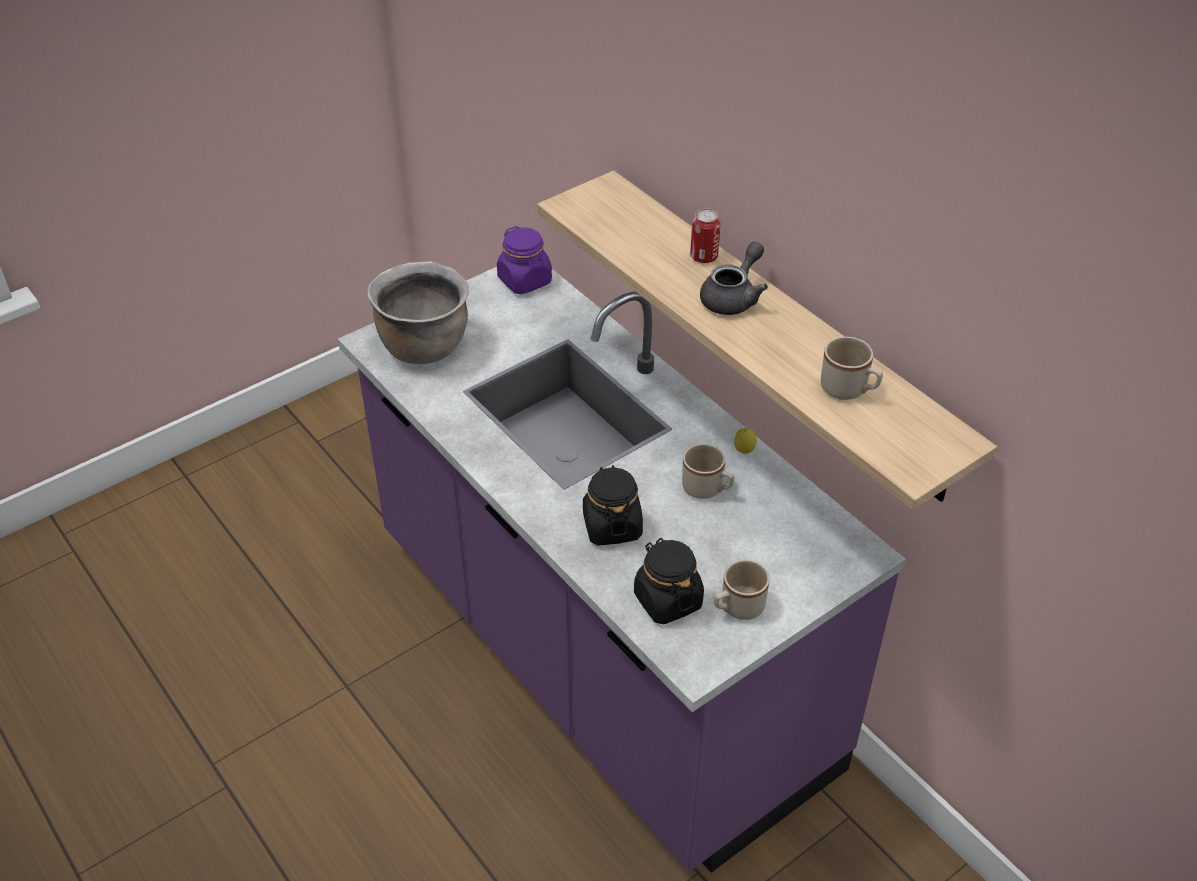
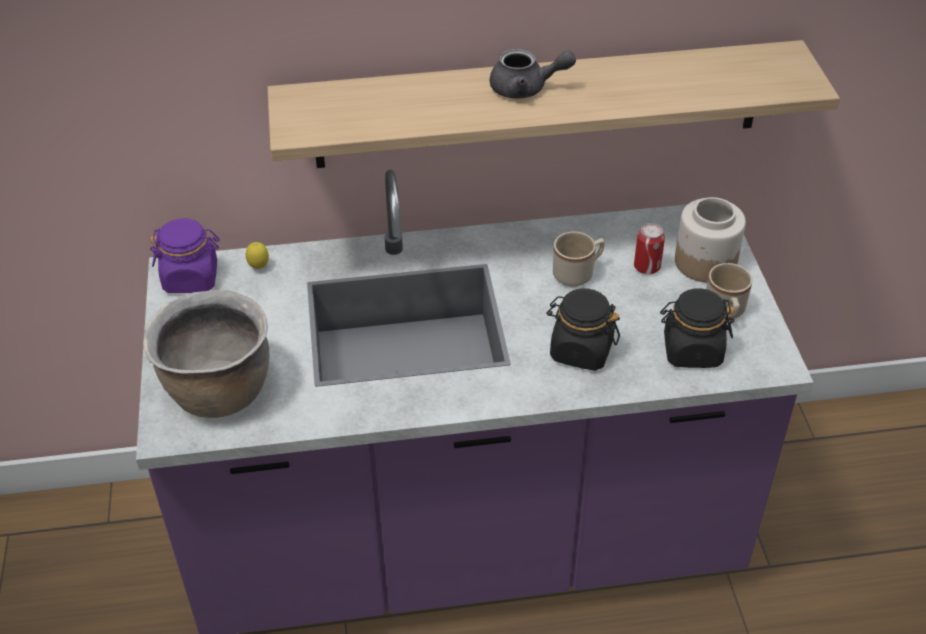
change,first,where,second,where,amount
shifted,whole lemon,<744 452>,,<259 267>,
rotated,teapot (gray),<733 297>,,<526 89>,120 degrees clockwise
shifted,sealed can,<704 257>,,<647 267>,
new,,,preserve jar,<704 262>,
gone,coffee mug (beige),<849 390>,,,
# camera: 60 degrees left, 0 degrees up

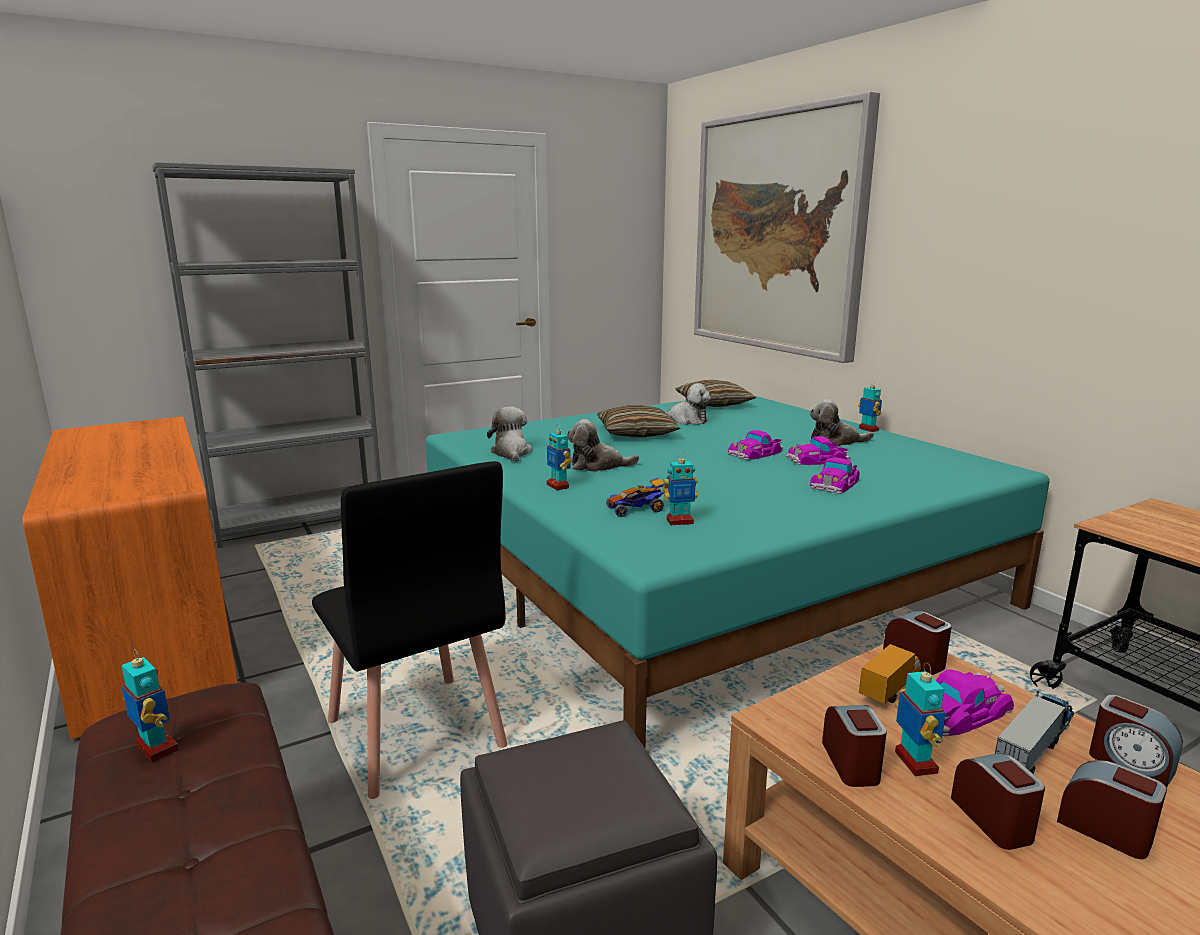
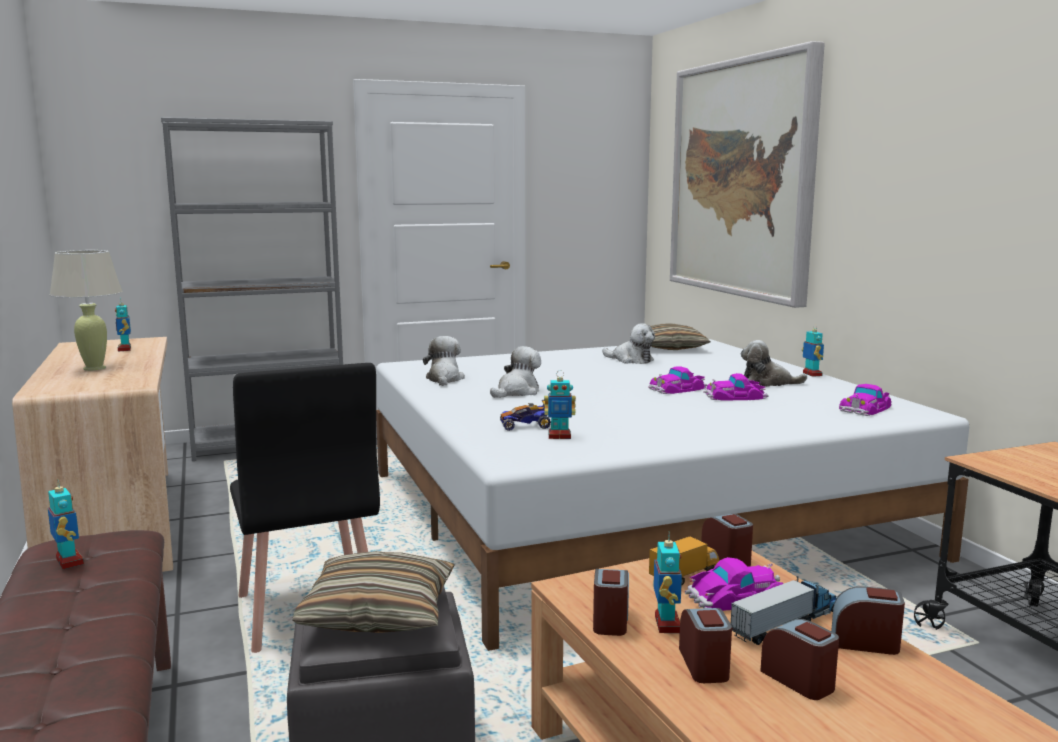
change,first,where,second,where,amount
repainted,desk (orange-coloured),<153 635>,desk (beige),<118 523>,
new,,,lamp for a table (beige),<94 368>,
shifted,robot figure,<558 486>,,<125 349>,
shifted,throw pillow,<636 433>,,<378 612>,
repainted,bed (turquoise),<706 577>,bed (whitish),<631 513>,
rotated,plush toy,<598 465>,,<517 392>,120 degrees clockwise
rotated,bedside clock,<1130 764>,,<865 643>,135 degrees clockwise
shifted,model car,<835 483>,,<866 408>,
# camera: 10 degrees right, 5 degrees down

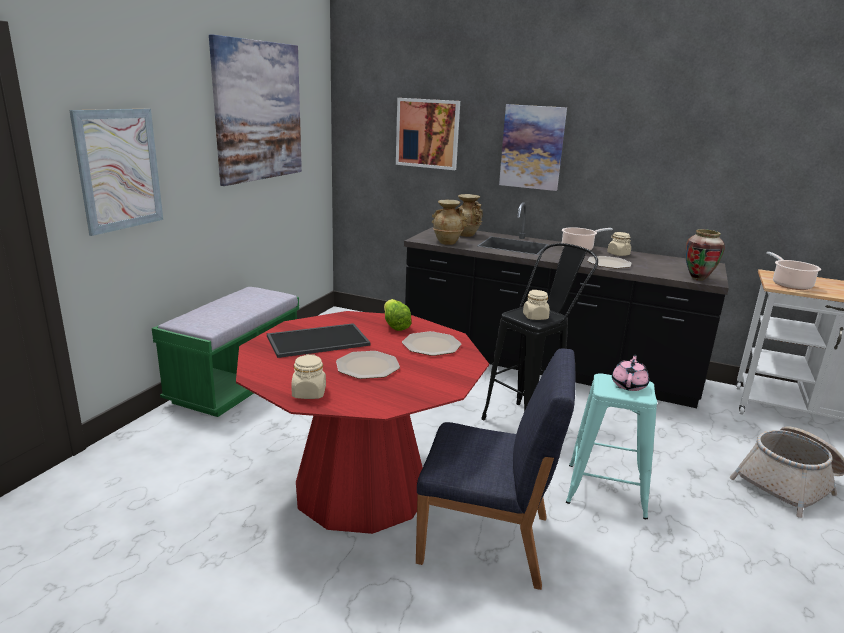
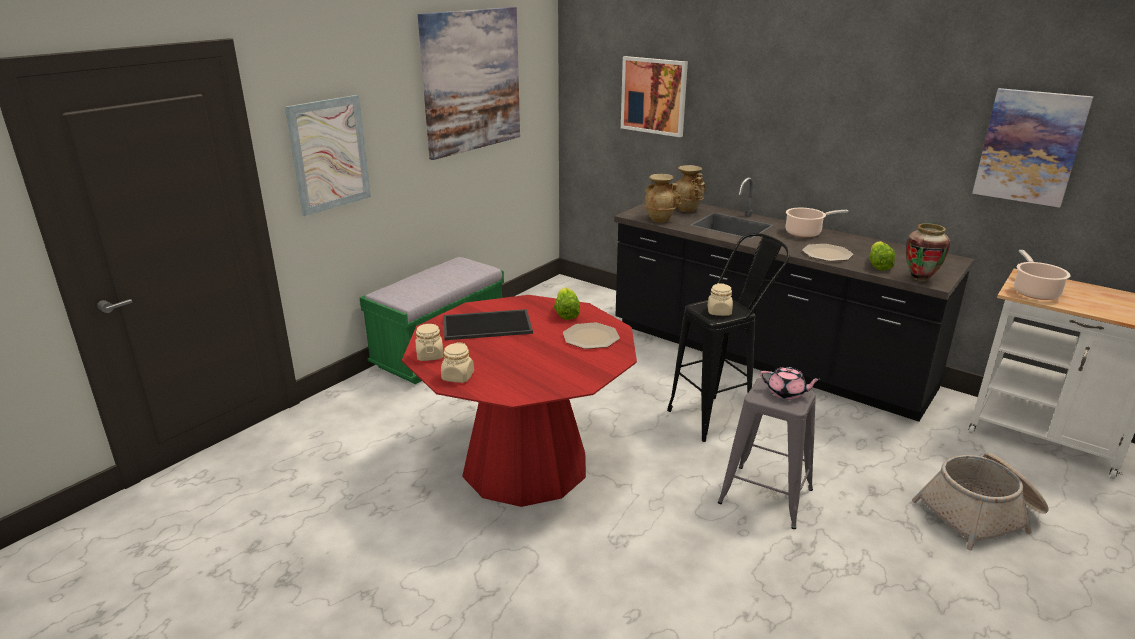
change,first,where,second,where,amount
shifted,preserve jar (beige),<618 254>,,<430 355>,
repainted,stool (turquoise),<605 490>,stool (gray),<765 496>,
rotated,teapot (pink),<629 385>,,<786 393>,75 degrees clockwise
new,,,head of lettuce,<878 265>,
shifted,wall art,<532 147>,,<1029 147>,
gone,plate,<368 366>,,,
gone,plain chair (blue-coloured),<486 540>,,,
# camera: 15 degrees right, 5 degrees up

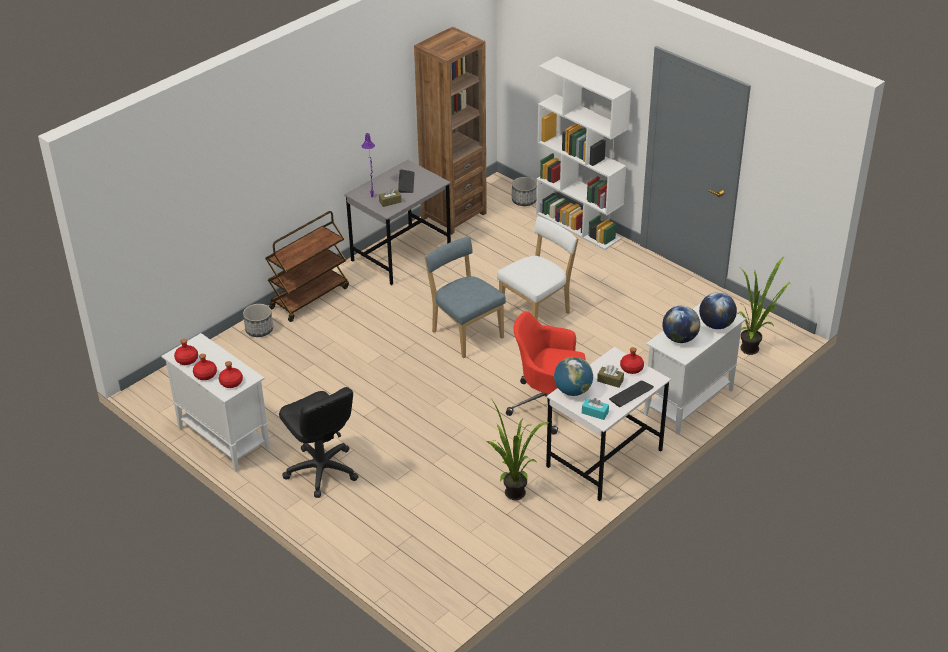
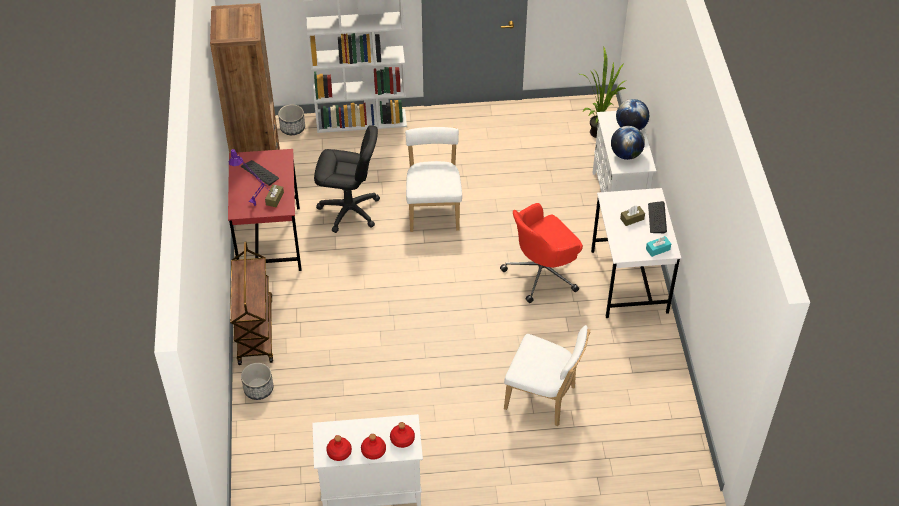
change,first,where,second,where,amount
repainted,desk (gray),<401 254>,desk (red-coloured),<269 240>,
shifted,office chair (blackish),<321 470>,,<349 210>,
new,,,plain chair (whitish),<543 399>,
gone,plain chair (blue-coloured),<465 333>,,,
gone,potted plant,<513 497>,,,
gone,world globe,<572 391>,,,
gone,bottle (red-coloured),<631 368>,,,
# camera: 50 degrees left, 10 degrees up

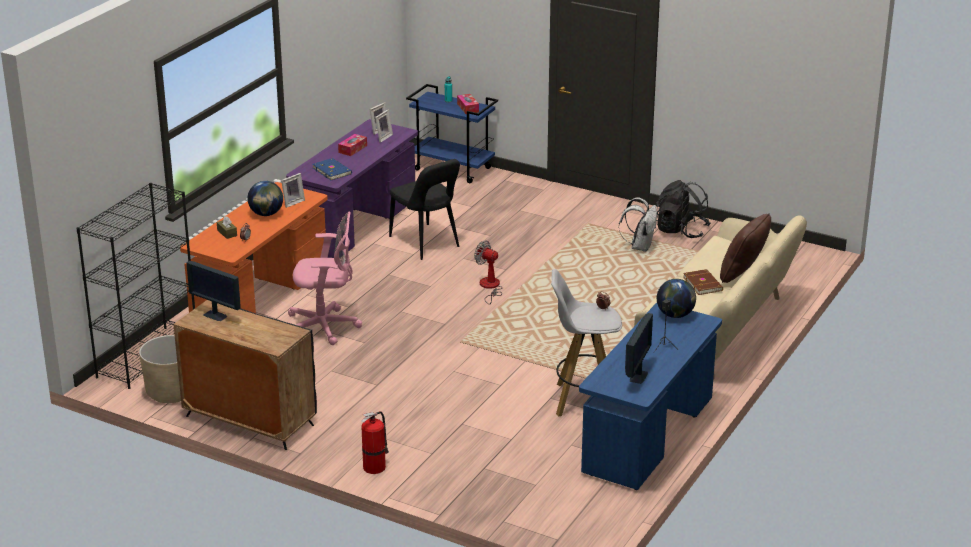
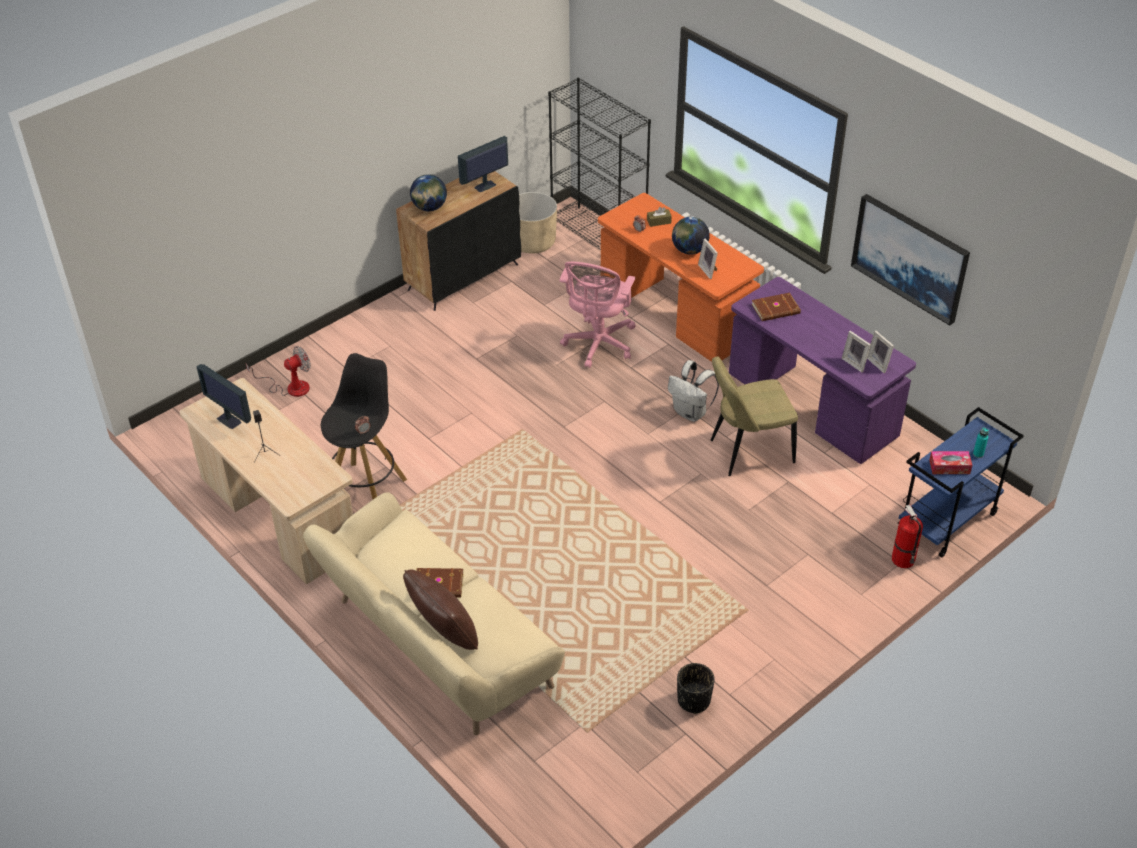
change,first,where,second,where,amount
repainted,desk (blue-coloured),<648 436>,desk (beige),<278 516>,
shifted,fan,<490 287>,,<290 387>,
repainted,stool (whitish),<583 400>,stool (blackish),<367 488>,
shifted,world globe,<675 315>,,<429 208>,
shifted,rucksack (whitish),<640 246>,,<691 413>,
swapped,rucksack (blackish),<681 231>,flower pot (blackish),<693 700>,
repainted,plain chair (blackish),<426 243>,plain chair (beige),<747 452>,
repainted,bound book (blue-coloured),<332 171>,bound book (brown-coloured),<776 309>,
new,,,wall art,<910 257>,
shifted,fire extinguisher,<375 466>,,<904 560>,
gone,tissue box,<352 149>,,,
# camera: 110 degrees right, 15 degrees up

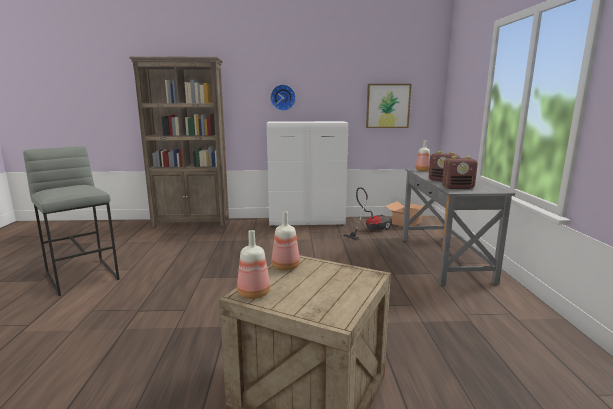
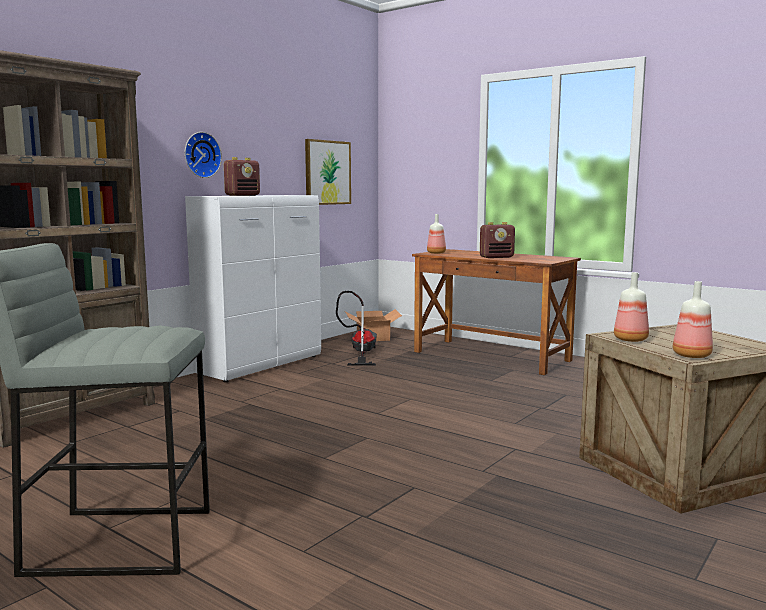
change,first,where,second,where,amount
shifted,radio set,<458 187>,,<242 195>,
repainted,desk (gray),<444 259>,desk (brown-coloured),<491 356>,
# camera: 50 degrees left, 5 degrees down

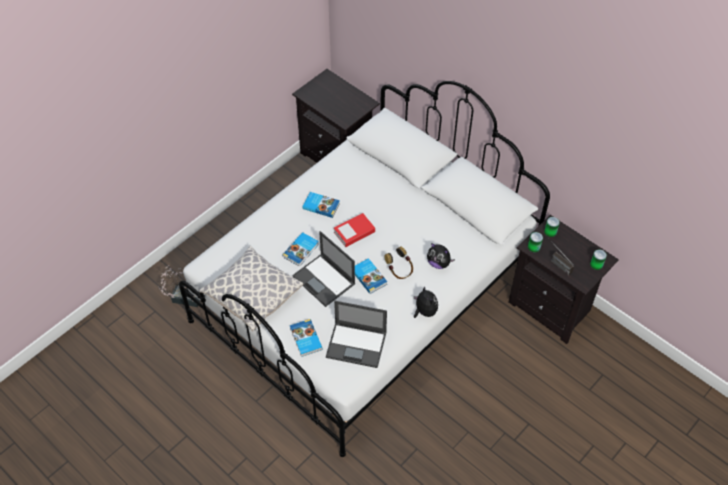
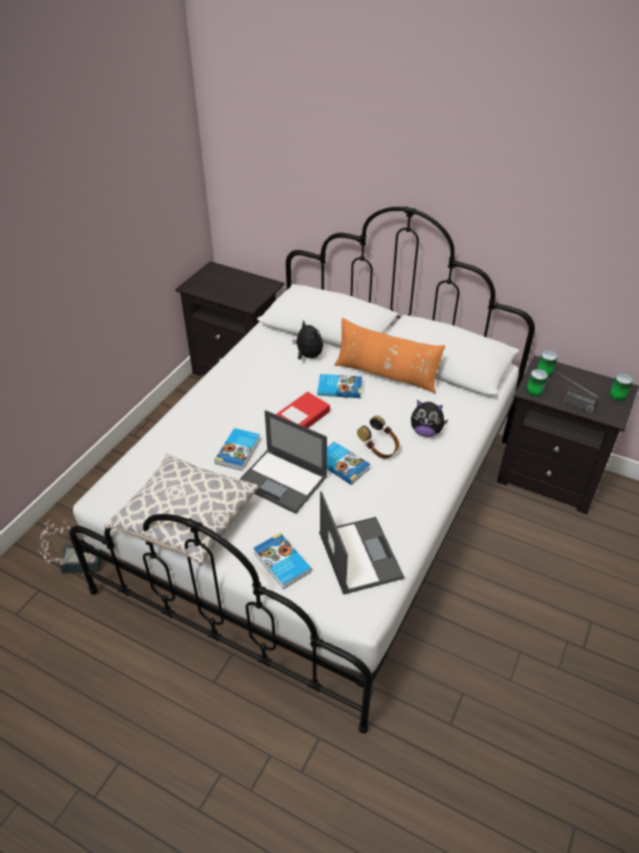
change,first,where,second,where,amount
shifted,plush toy,<424 311>,,<308 356>,
shifted,bound book,<321 205>,,<339 388>,
rotated,laptop,<357 345>,,<359 554>,105 degrees counterclockwise
new,,,throw pillow (orange-coloured),<386 375>,
# camera: 15 degrees left, 10 degrees down

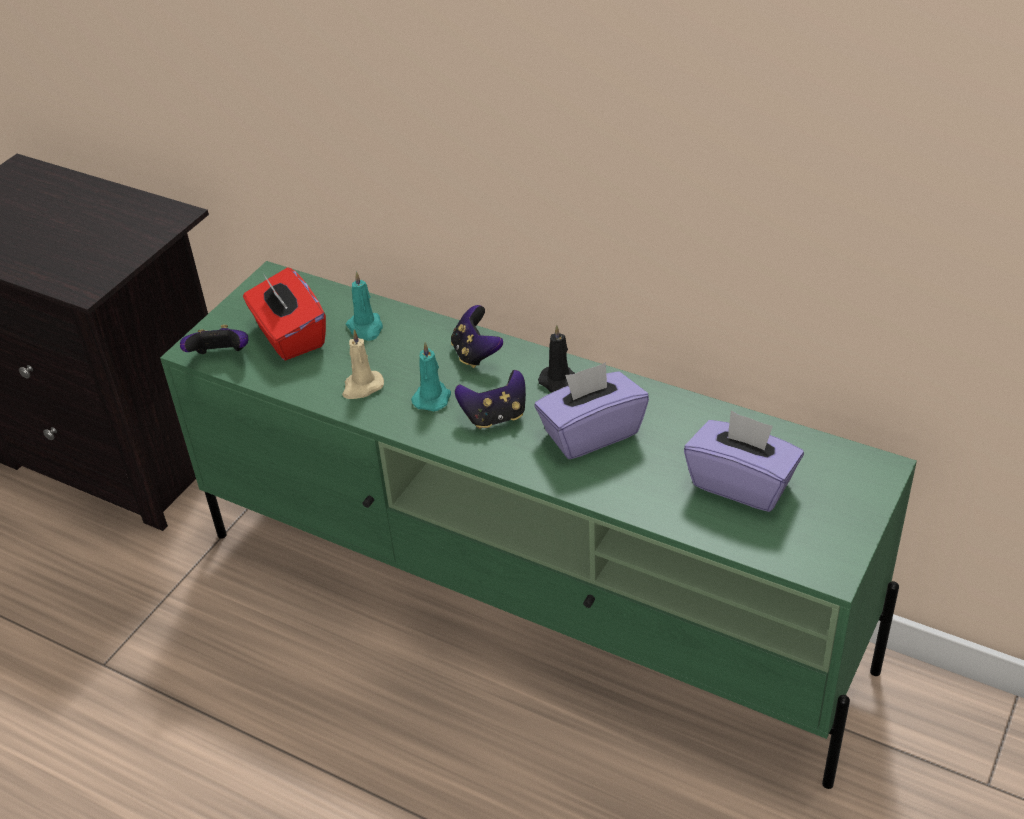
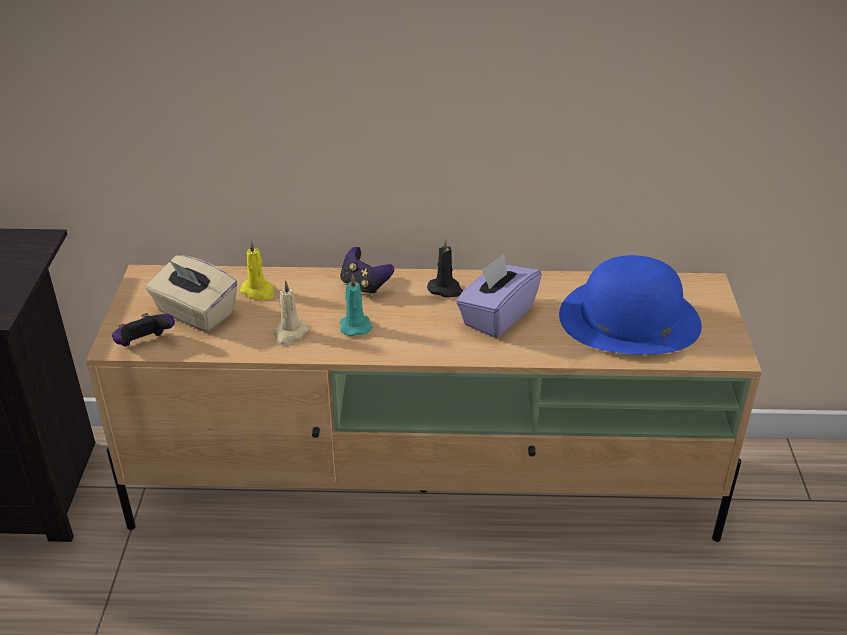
change,first,where,second,where,amount
repainted,media console (green-coloured),<530 602>,media console (beige),<427 490>,
repainted,tissue box (red-coloured),<289 336>,tissue box (beige),<195 313>,
repainted,candle (turquoise),<366 328>,candle (yellow-coloured),<258 291>,
swapped,tissue box (purple),<741 483>,hat (blue-coloured),<629 319>,
gone,joypad,<495 417>,,,
# camera: 30 degrees left, 5 degrees down

